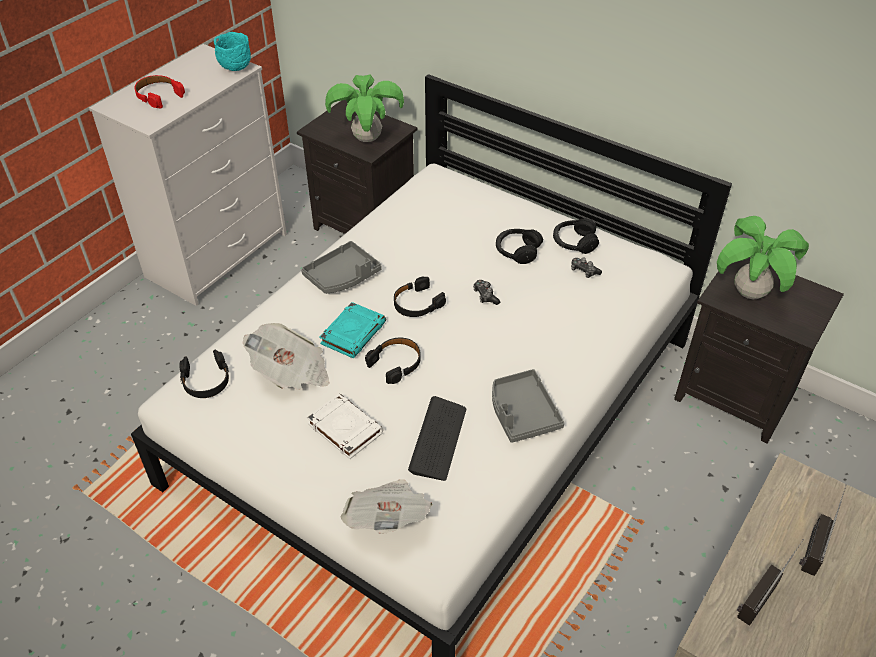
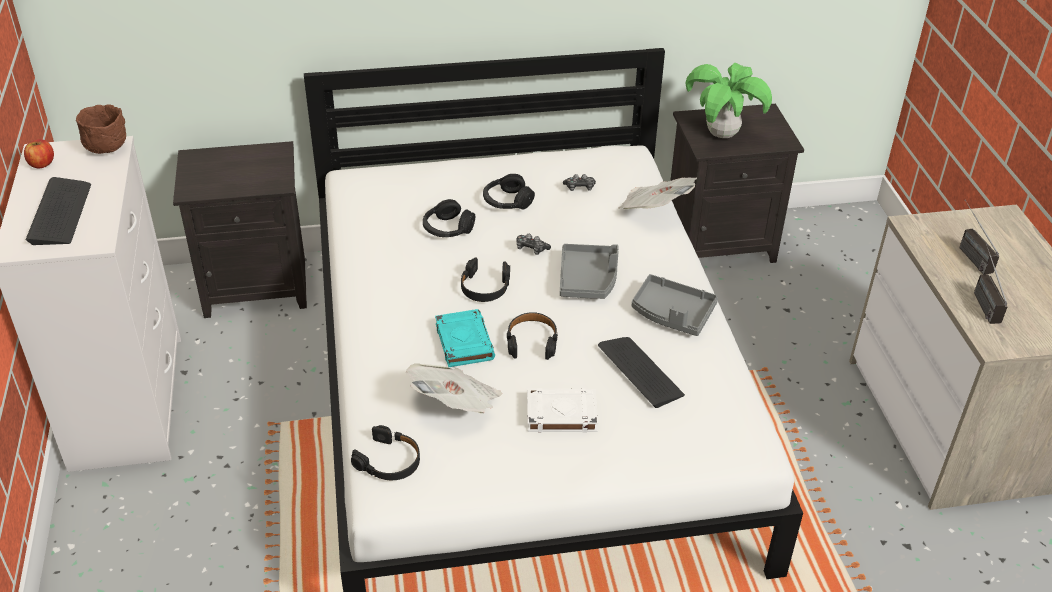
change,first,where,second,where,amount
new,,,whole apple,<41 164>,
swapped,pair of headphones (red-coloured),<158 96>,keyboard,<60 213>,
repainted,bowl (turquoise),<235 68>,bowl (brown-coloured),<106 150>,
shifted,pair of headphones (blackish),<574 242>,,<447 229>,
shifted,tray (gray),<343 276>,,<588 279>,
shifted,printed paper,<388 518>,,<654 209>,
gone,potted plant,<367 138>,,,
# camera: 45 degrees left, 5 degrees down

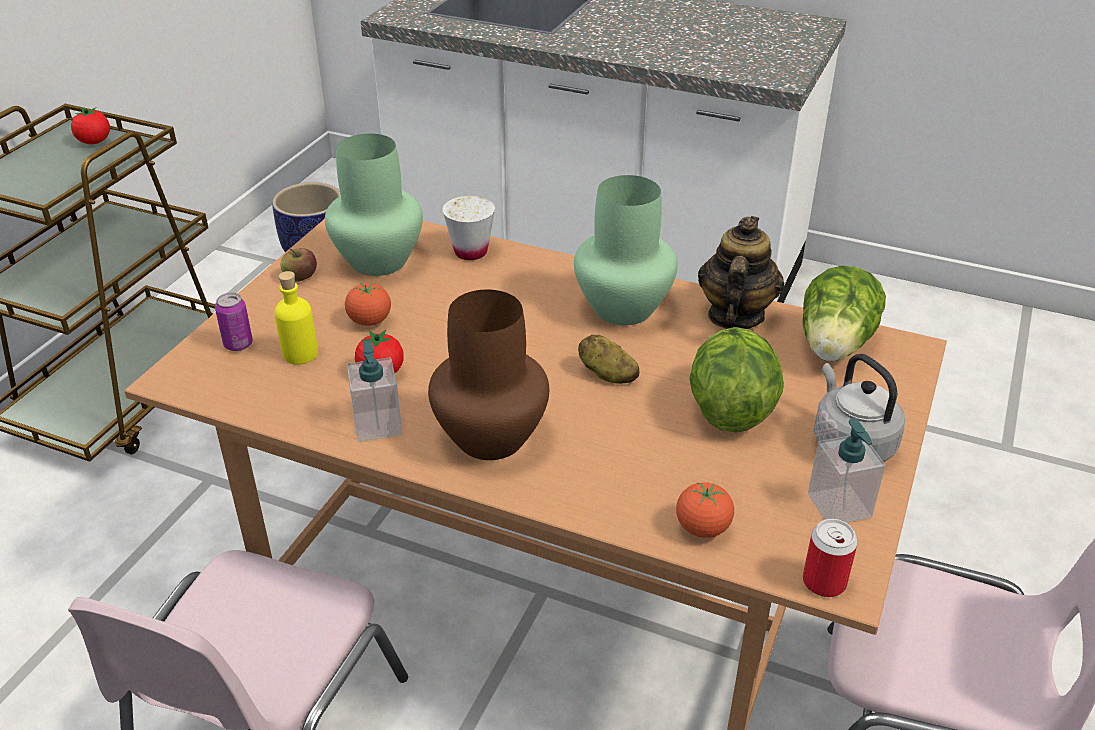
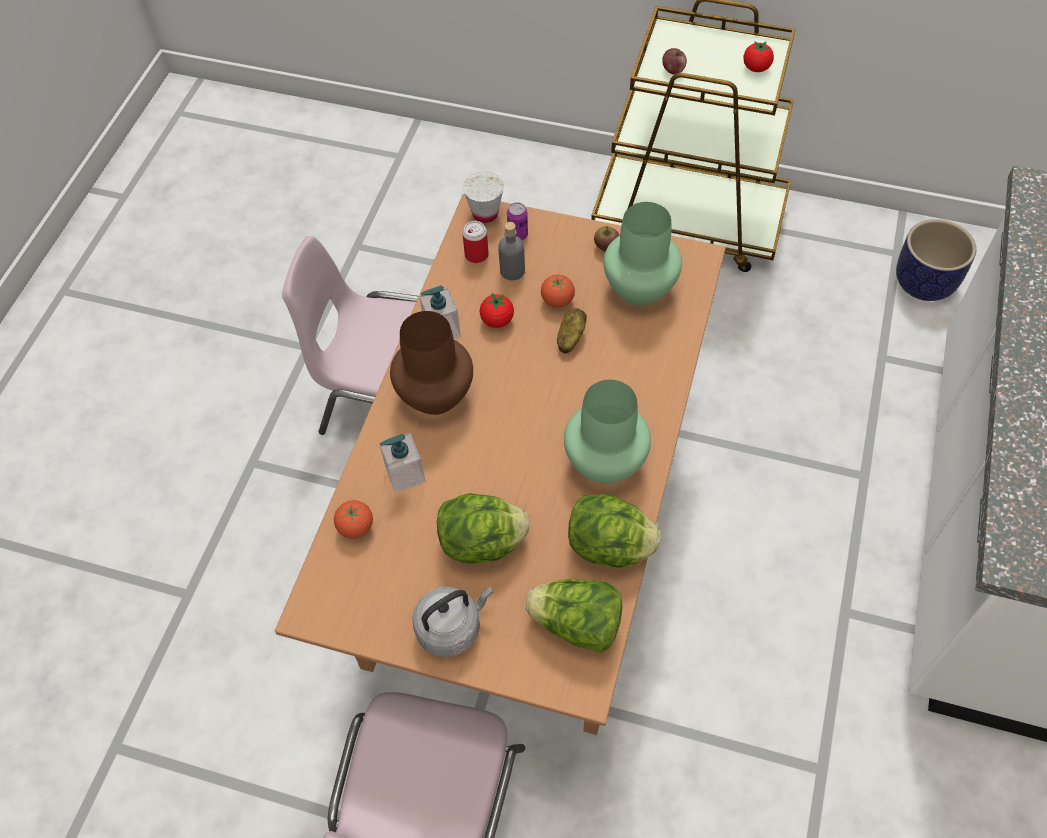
change,first,where,second,where,amount
shifted,liquid soap bottle,<839 506>,,<405 475>,
shifted,sealed can,<824 582>,,<476 255>,
shifted,cup (whitish),<471 252>,,<485 214>,
repainted,bottle (yellow-coloured),<300 354>,bottle (gray),<512 271>,
shifted,spud,<607 374>,,<570 338>,
swapped,teapot,<735 315>,head of lettuce,<610 546>,
new,,,whole apple,<673 70>,
# camera: 85 degrees right, 20 degrees up

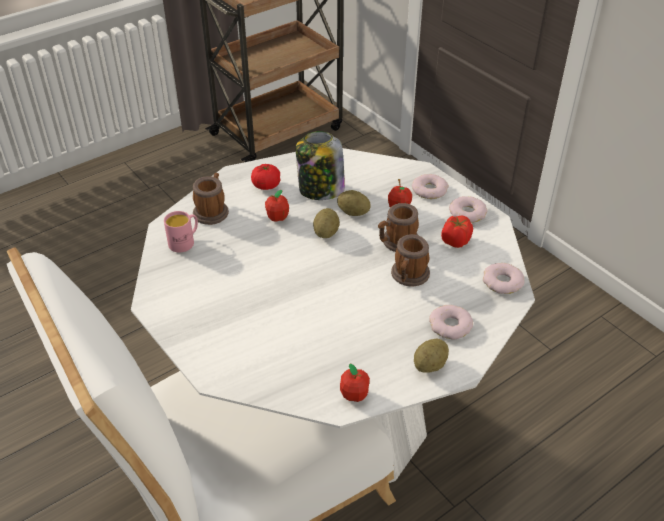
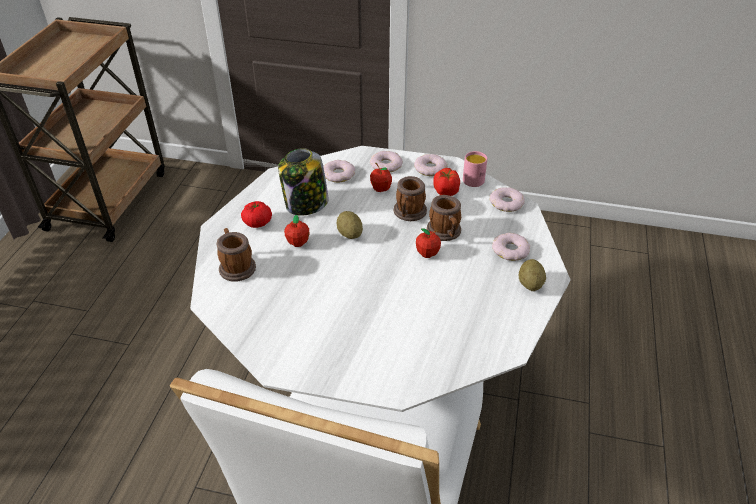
change,first,where,second,where,amount
new,,,ring doughnut,<338 174>,
shifted,whole apple,<354 395>,,<427 253>,
shifted,coffee mug (pink),<185 242>,,<473 178>,
gone,spud,<353 212>,,,
# camera: 40 degrees left, 0 degrees up

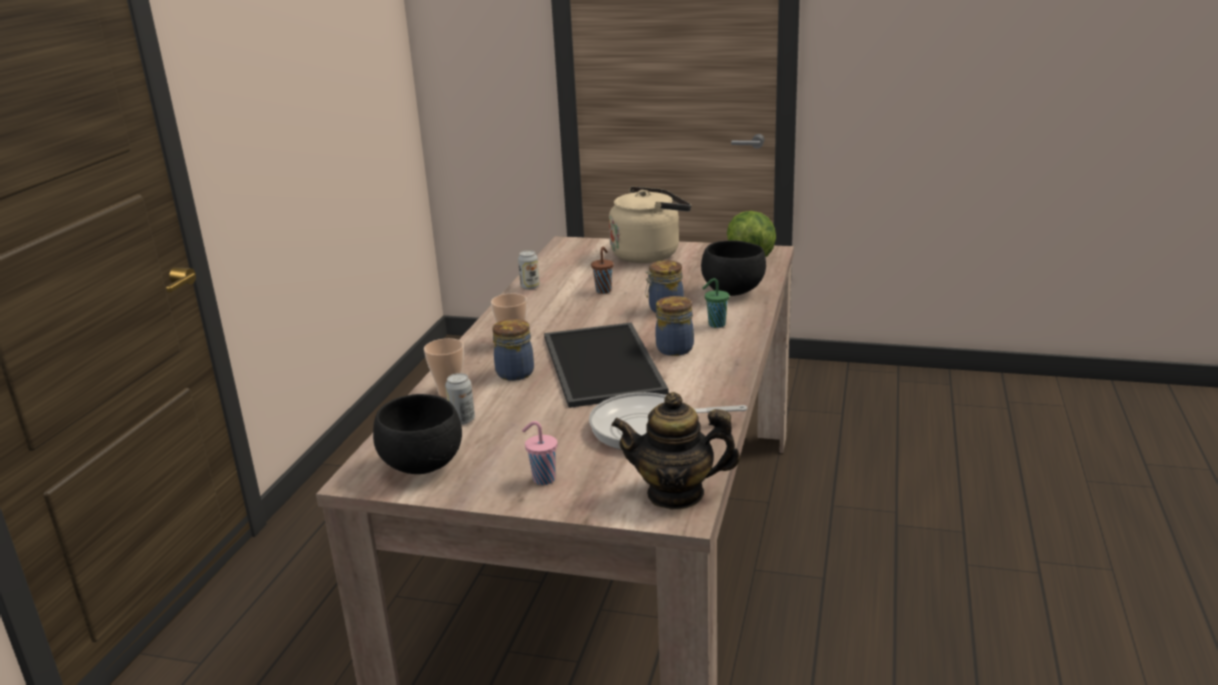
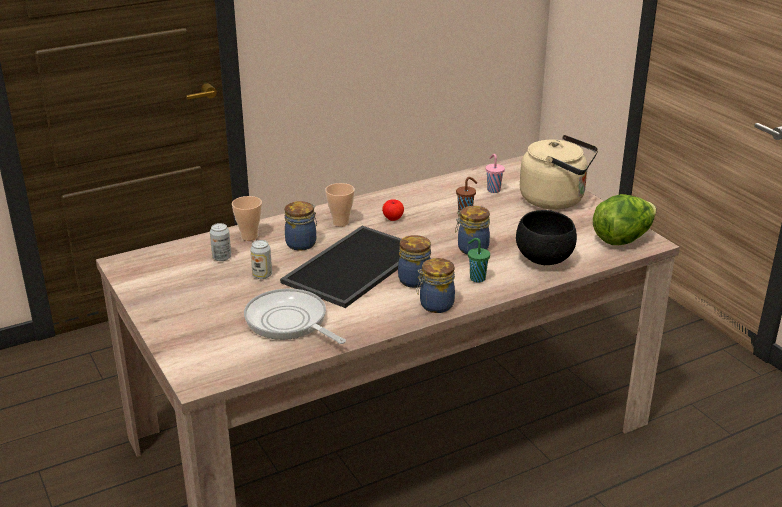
change,first,where,second,where,amount
shifted,sealed can,<530 286>,,<262 275>,
new,,,whole apple,<393 218>,
new,,,preserve jar,<435 305>,
shifted,cup (pink),<542 479>,,<493 190>,
gone,bowl (blackish),<425 466>,,,
gone,teapot,<676 494>,,,
# camera: 45 degrees right, 5 degrees up

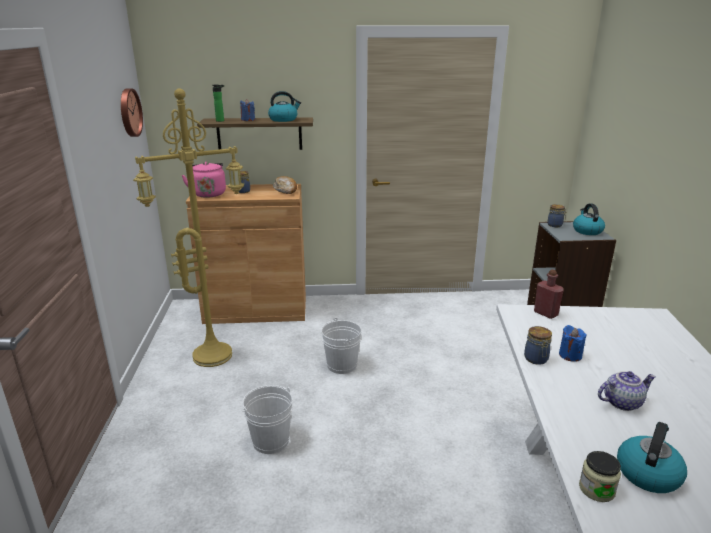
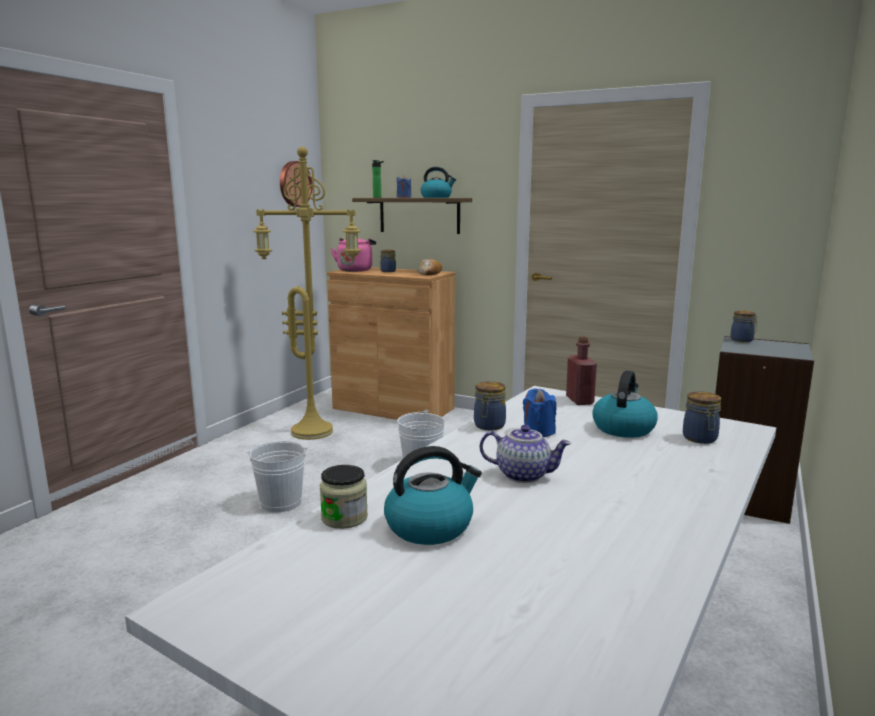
change,first,where,second,where,amount
shifted,water kettle,<587 231>,,<623 428>,
new,,,preserve jar,<700 439>,
# camera: 30 degrees right, 10 degrees down

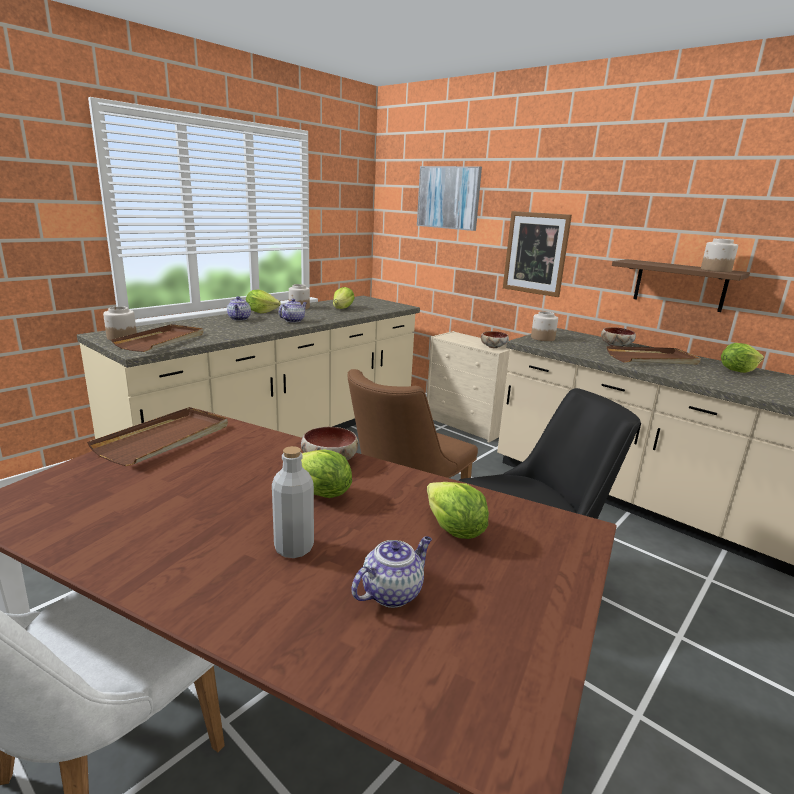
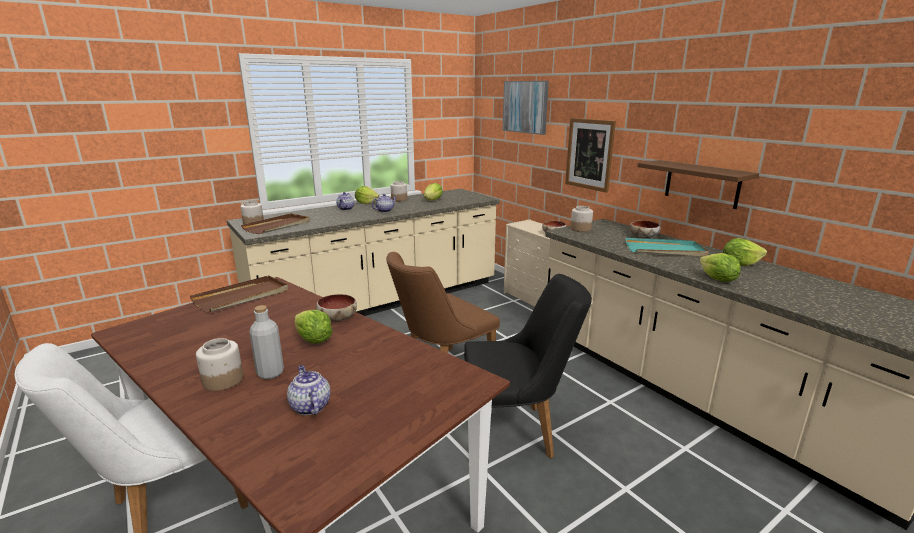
change,first,where,second,where,amount
shifted,preserve jar,<715 270>,,<222 380>,
rotated,teapot,<392 592>,,<309 406>,90 degrees counterclockwise
repainted,tray (brown-coloured),<652 359>,tray (turquoise),<665 250>,
shifted,head of lettuce,<454 530>,,<717 279>,
# camera: 15 degrees right, 0 degrees up

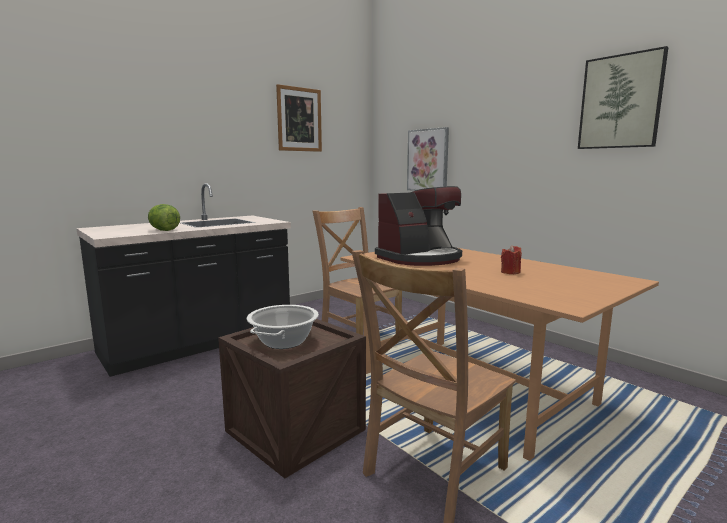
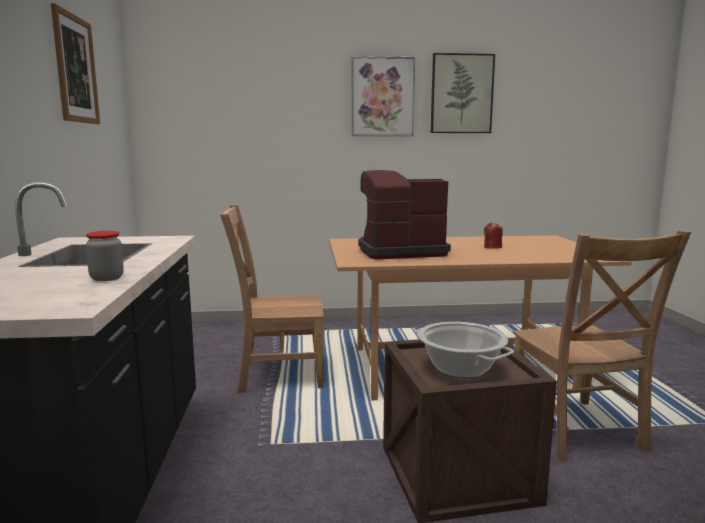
change,first,where,second,where,amount
swapped,head of lettuce,<164 230>,preserve jar,<107 278>,
shifted,wall art,<428 160>,,<382 97>,
rotated,coffee machine,<420 258>,,<399 252>,105 degrees counterclockwise
# camera: 55 degrees left, 0 degrees up

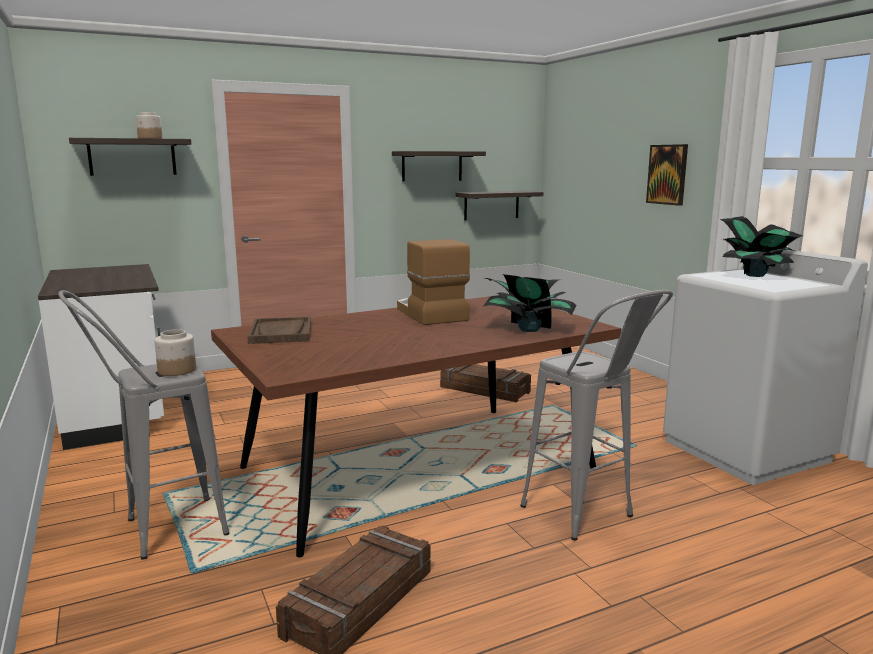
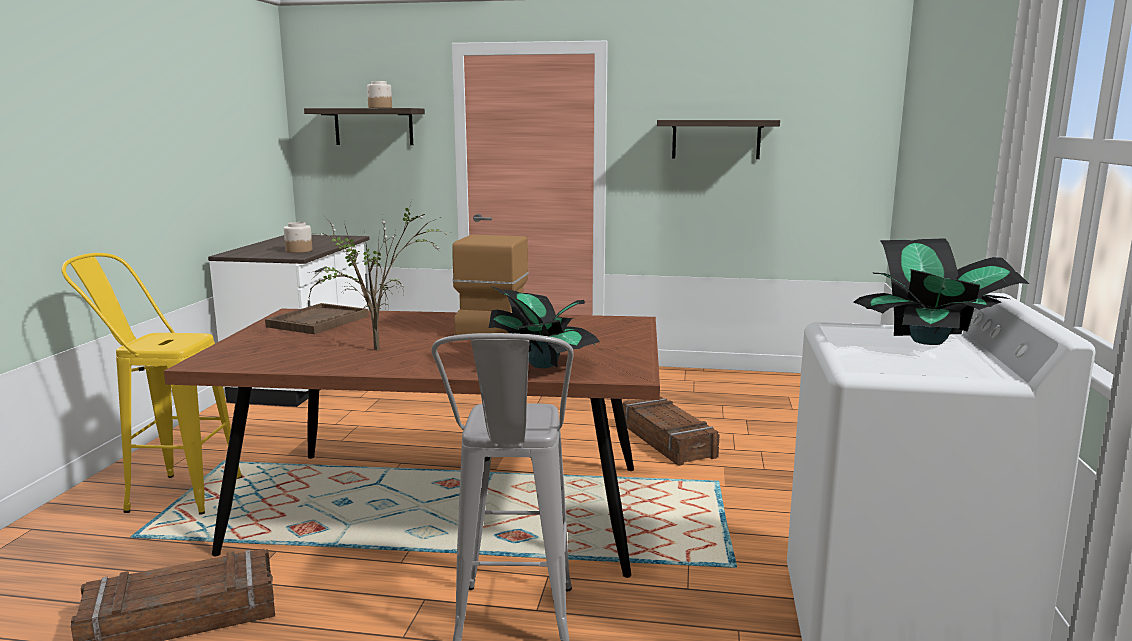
change,first,where,second,where,amount
repainted,stool (gray),<159 532>,stool (yellow-coloured),<168 494>,
shifted,preserve jar,<176 370>,,<298 250>,
new,,,potted plant,<382 349>,
gone,bracket shelf,<491 205>,,,
gone,wall art,<667 174>,,,
# camera: 35 degrees right, 0 degrees up

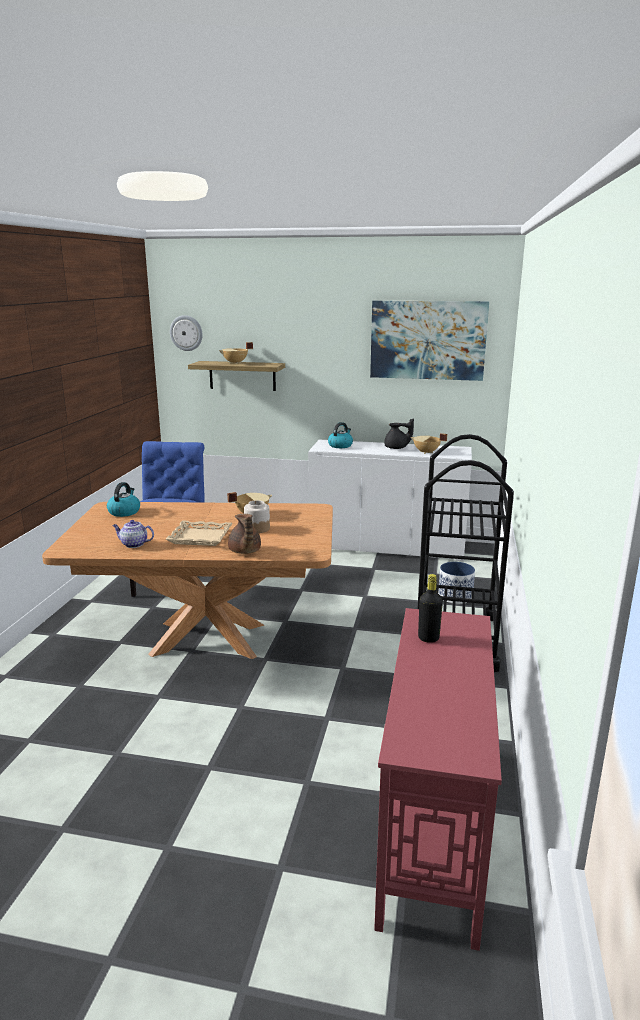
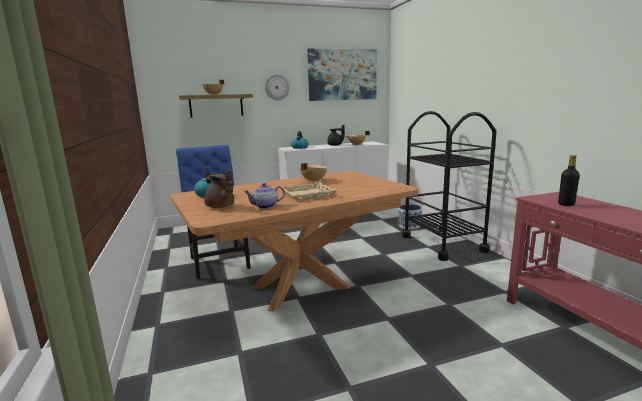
change,first,where,second,where,amount
shifted,teapot (brown-coloured),<244 551>,,<220 207>,
shifted,clock on the wall,<186 333>,,<277 87>,
gone,preserve jar,<257 528>,,,
# camera: 30 degrees left, 5 degrees down

